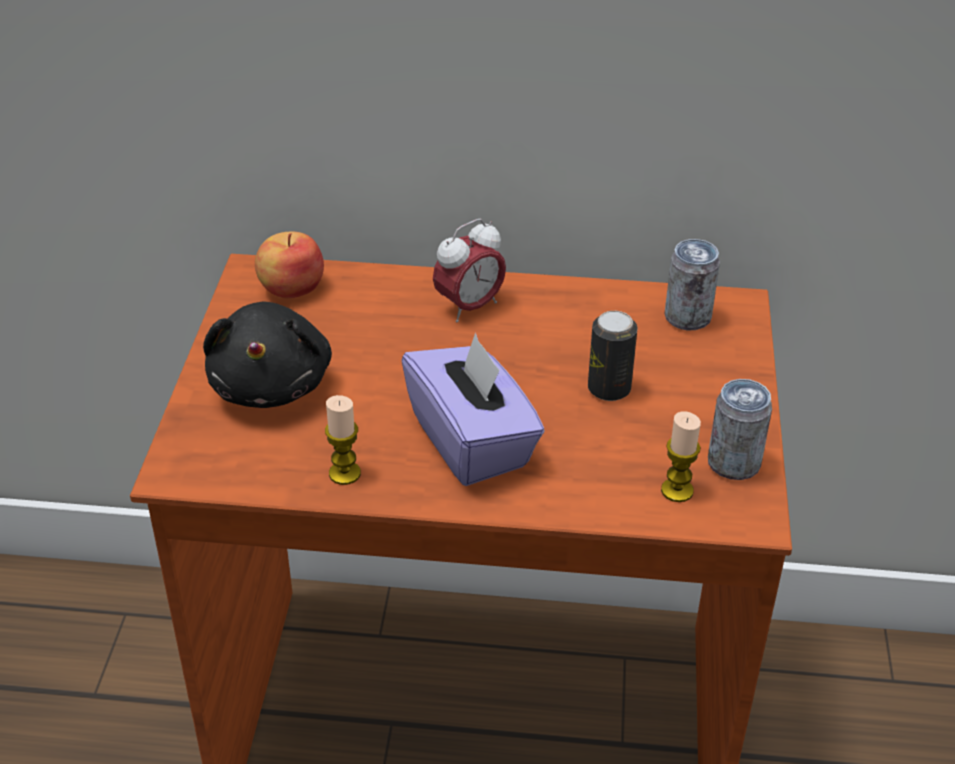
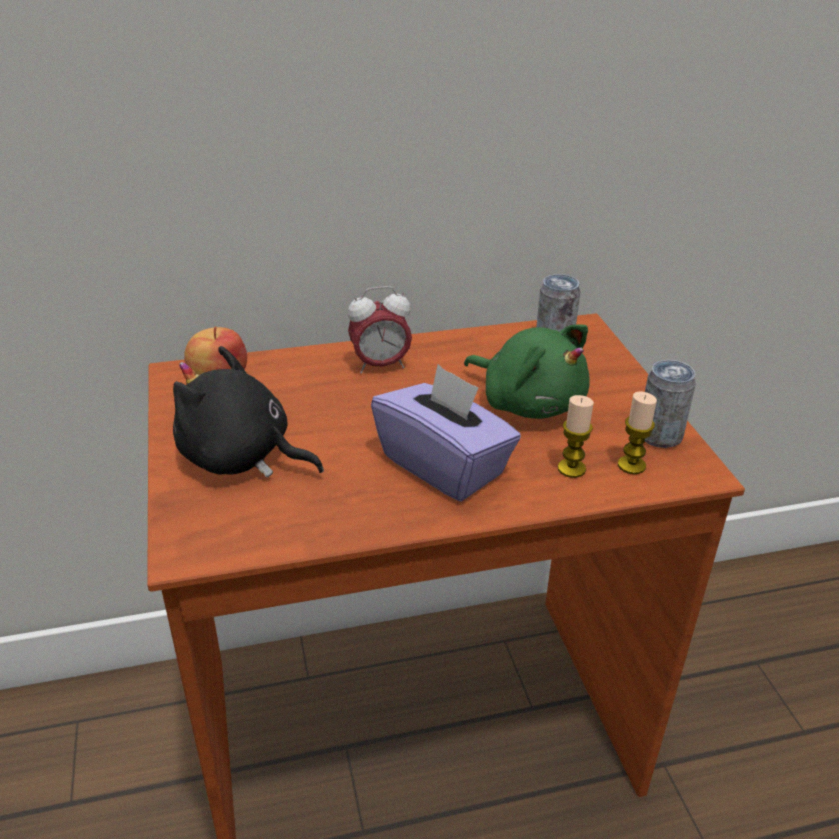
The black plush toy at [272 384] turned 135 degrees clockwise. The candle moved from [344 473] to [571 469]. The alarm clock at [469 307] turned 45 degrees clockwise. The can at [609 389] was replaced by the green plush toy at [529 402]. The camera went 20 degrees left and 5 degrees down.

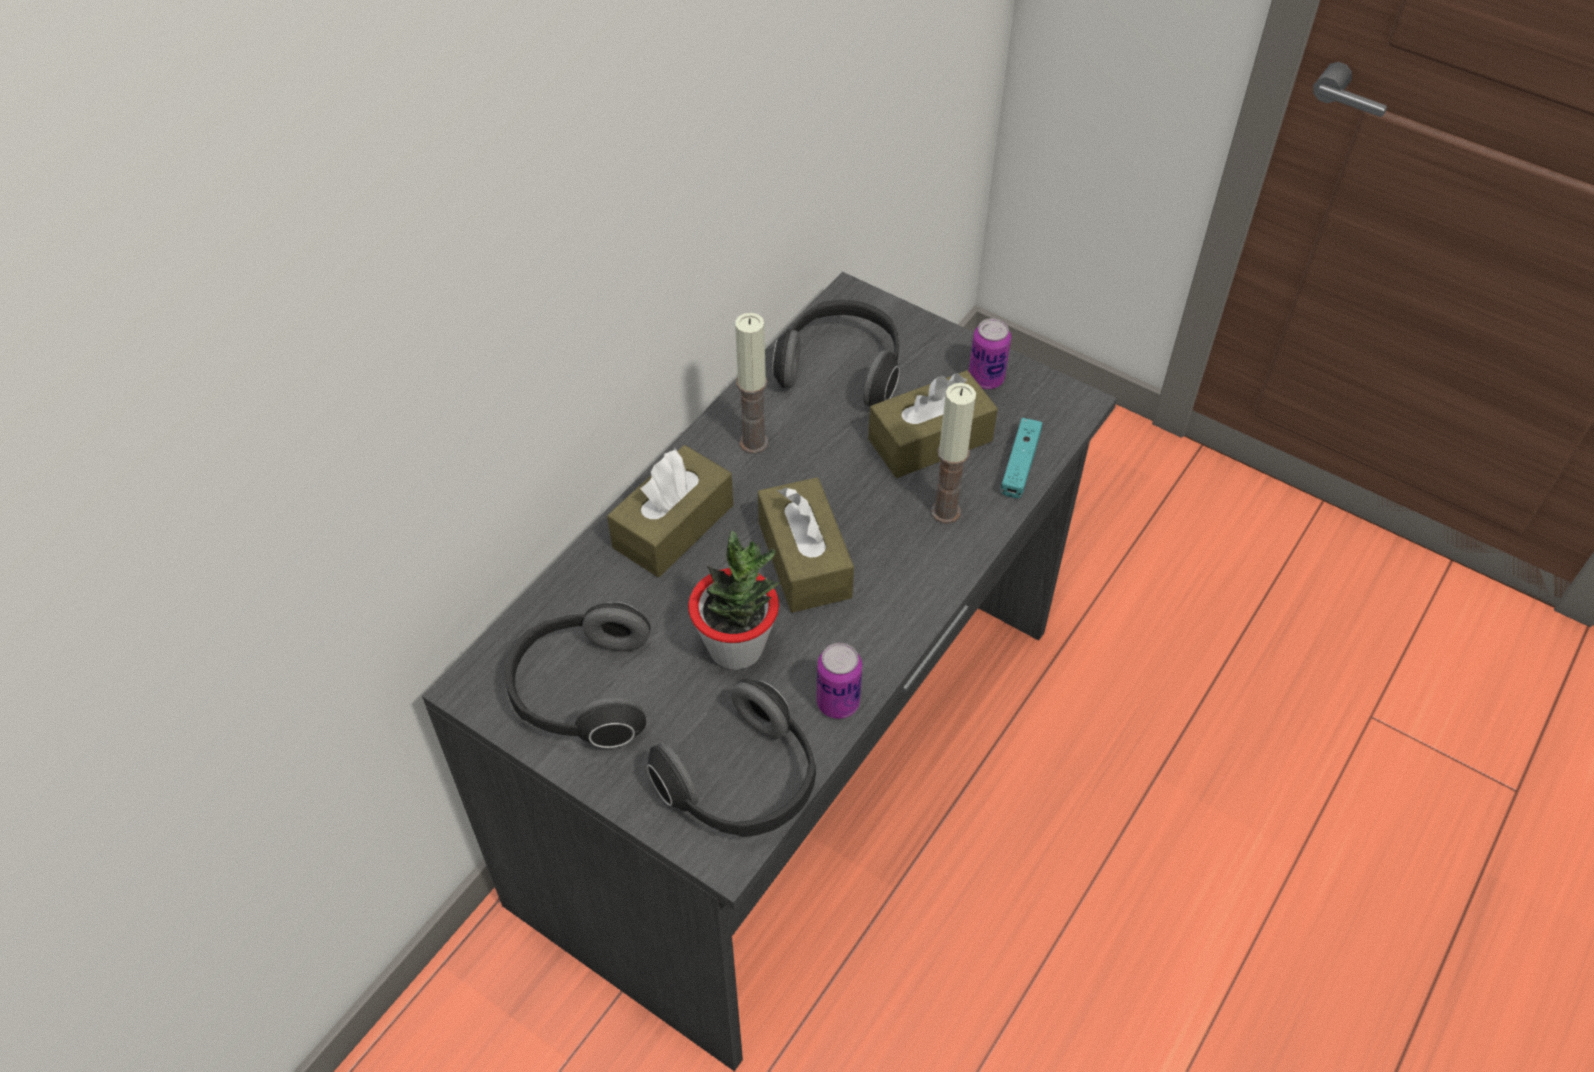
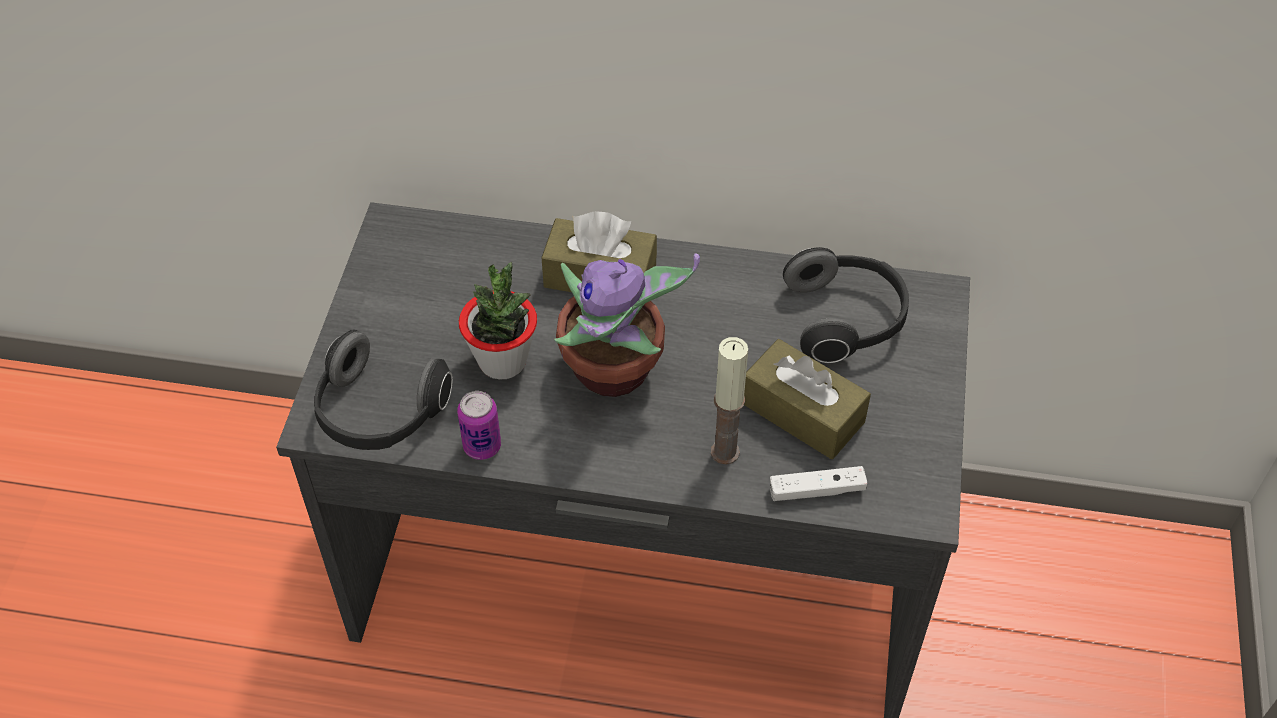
The headphones at [581 692] disappeared. The candle at [754 443] disappeared. The brown tissue box at [804 559] was replaced by the potted plant at [614 372]. The can at [986 379] disappeared. The turquoise game controller at [1020 464] became the white game controller at [816 490]. The camera went 65 degrees right and 0 degrees up.

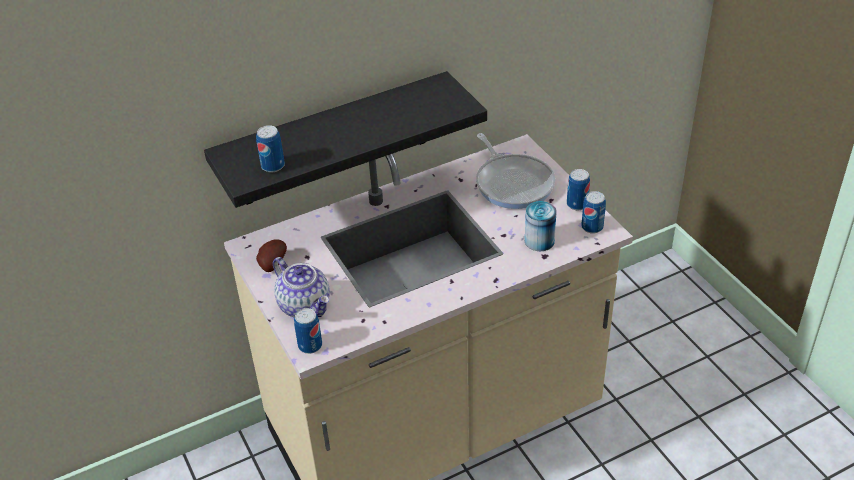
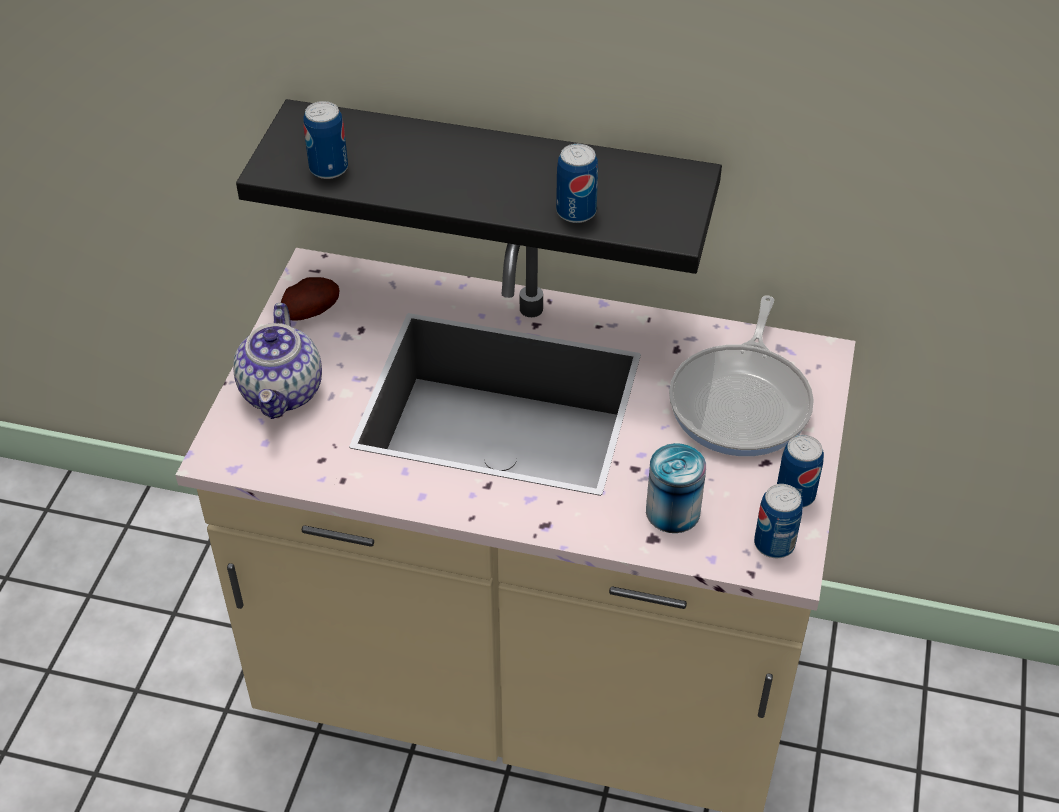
The can moved from [310 346] to [576 212]. The camera went 40 degrees right and 5 degrees up.

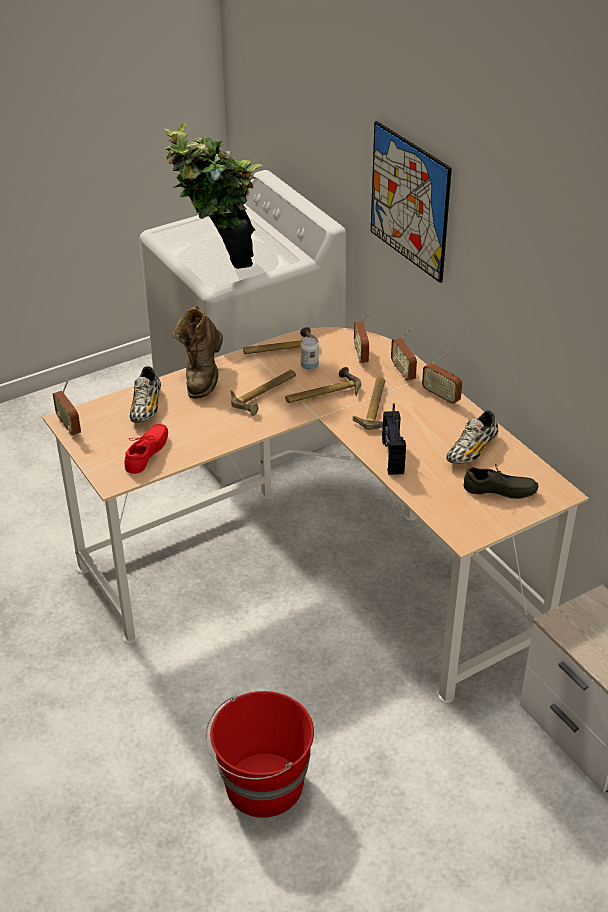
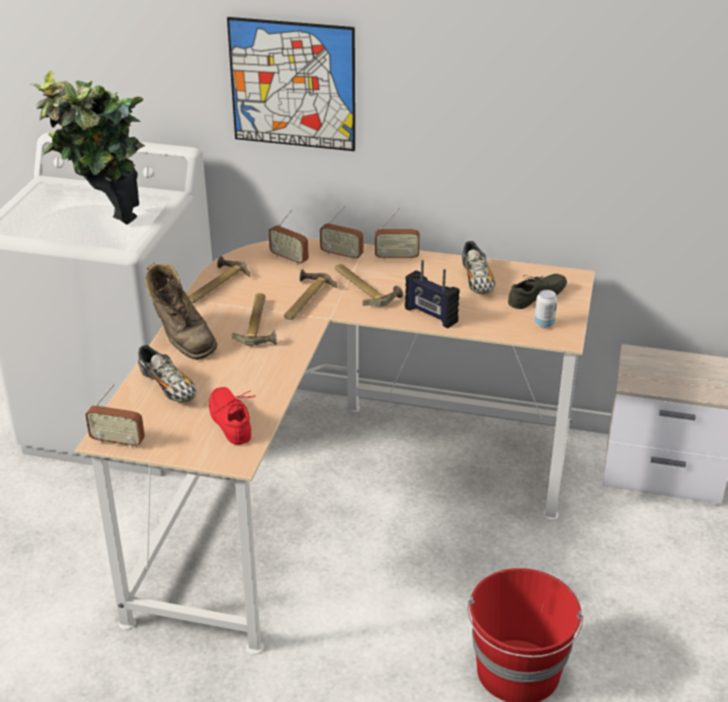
The can moved from [309 366] to [544 324]. The camera went 45 degrees left and 5 degrees down.

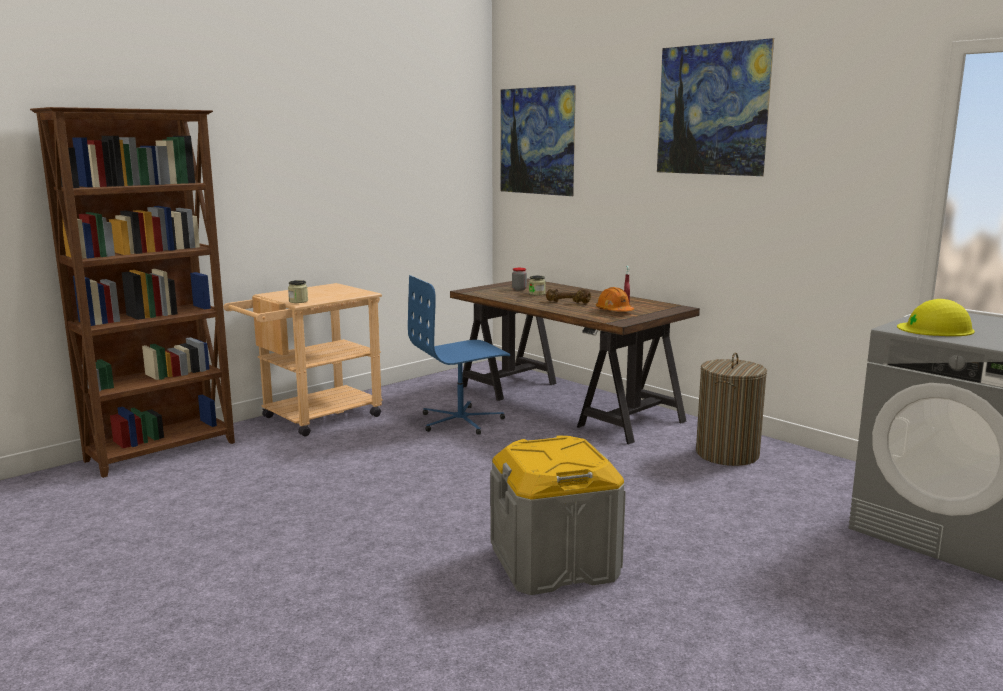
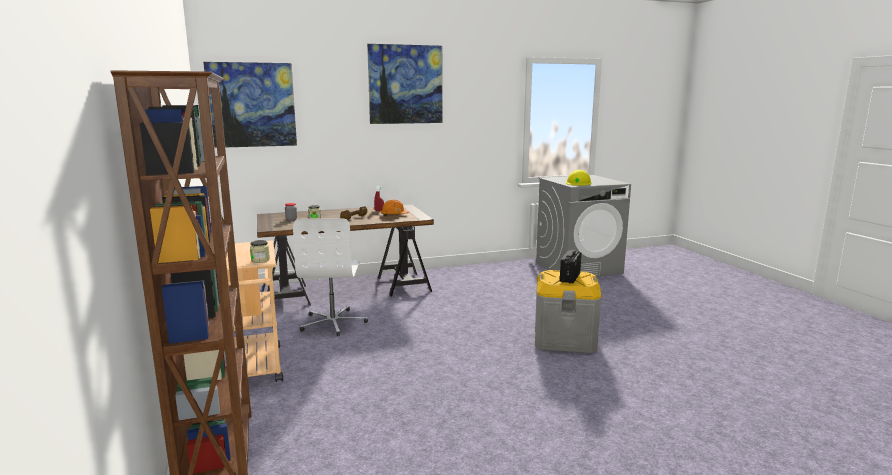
The blue office chair at [461 421] became the white office chair at [333 322]. The laundry basket at [727 454] disappeared. The radio at [569 278] appeared. The camera went 65 degrees left and 0 degrees up.

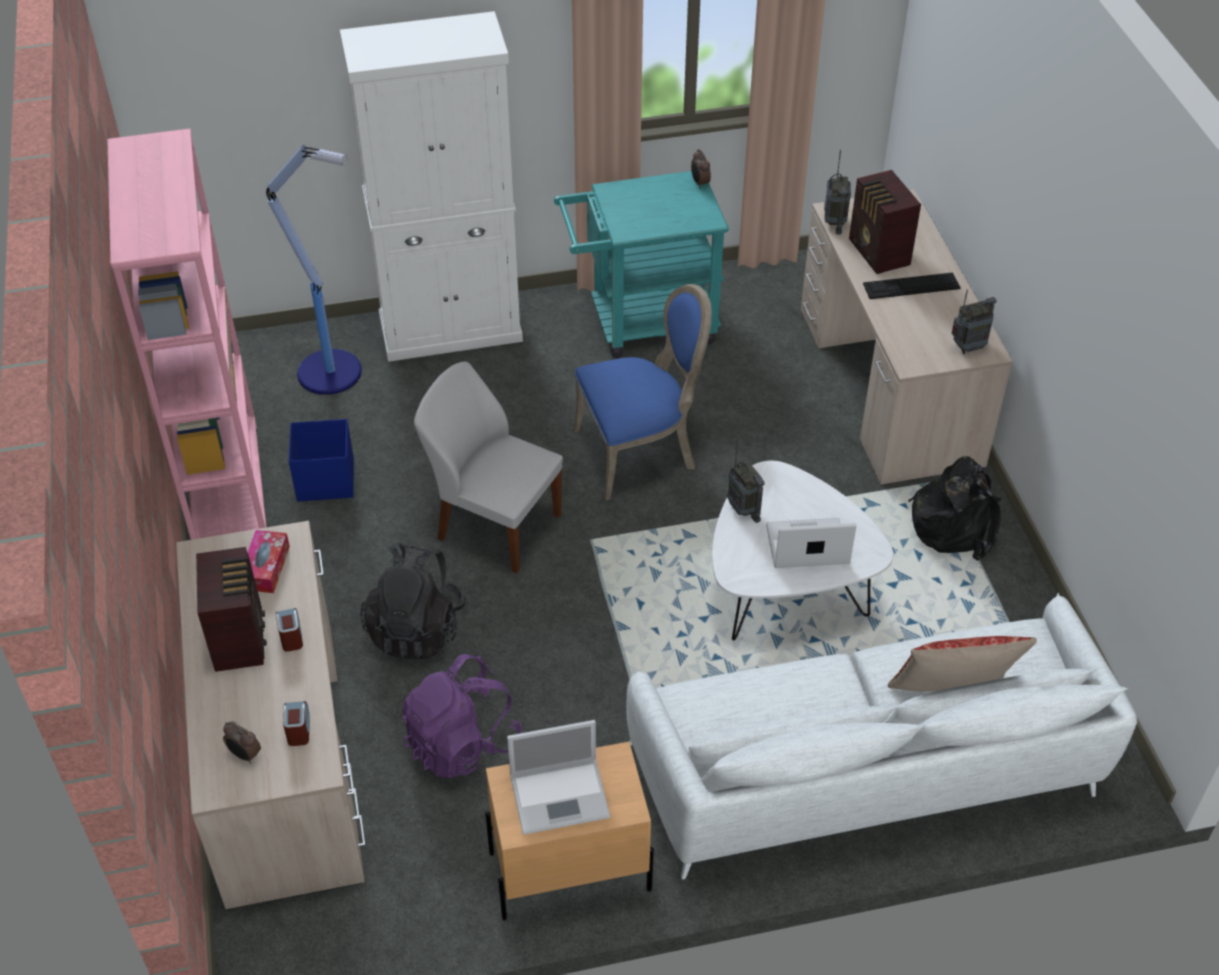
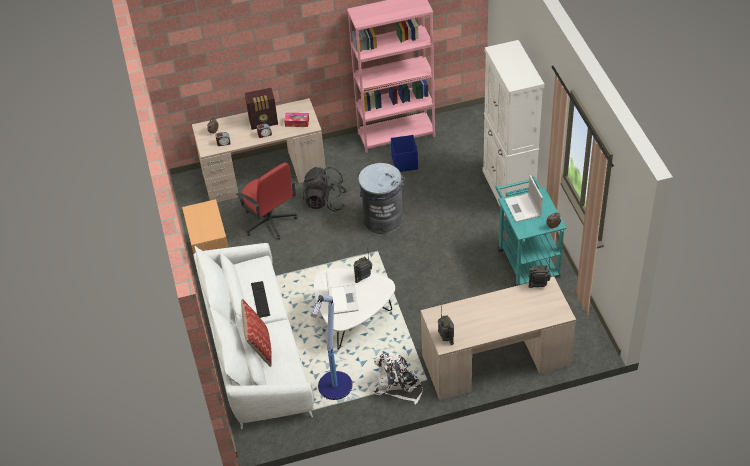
The floor lamp moved from [332 372] to [335 386]. The purple backpack at [462 743] was replaced by the red office chair at [269 222]. The white chair at [496 525] was replaced by the grey trash can at [383 219]. The laptop moved from [561 795] to [523 208]. The blue chair at [640 451] disappeared. The radio at [878 253] disappeared. The keyboard moved from [911 286] to [260 299]. The black backpack at [955 524] became the white backpack at [398 385]. The camera went 90 degrees right and 0 degrees up.

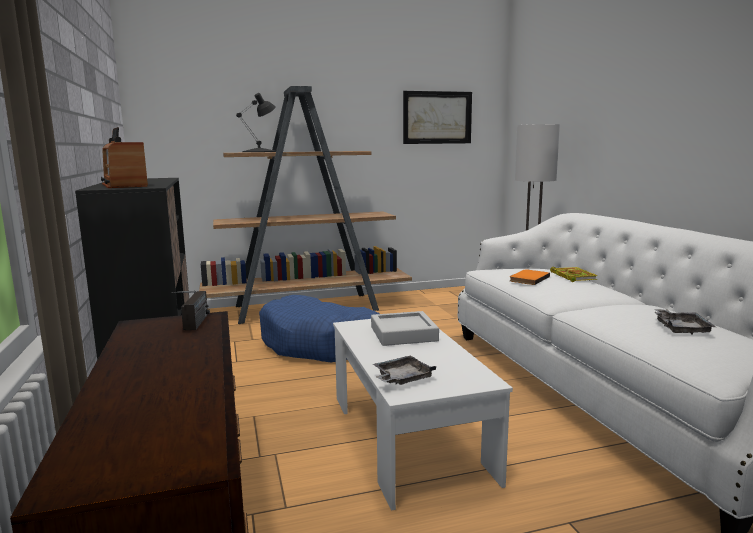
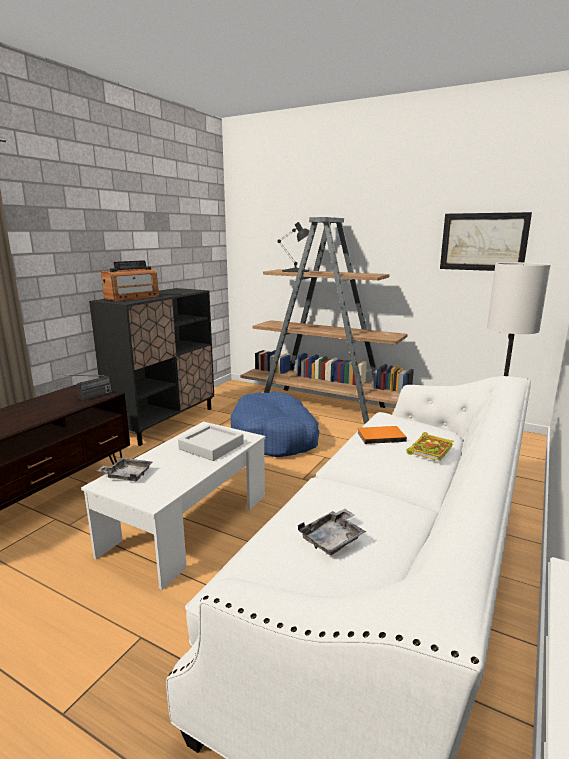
The radio at [124 185] turned 150 degrees counterclockwise. The camera went 45 degrees right and 5 degrees up.

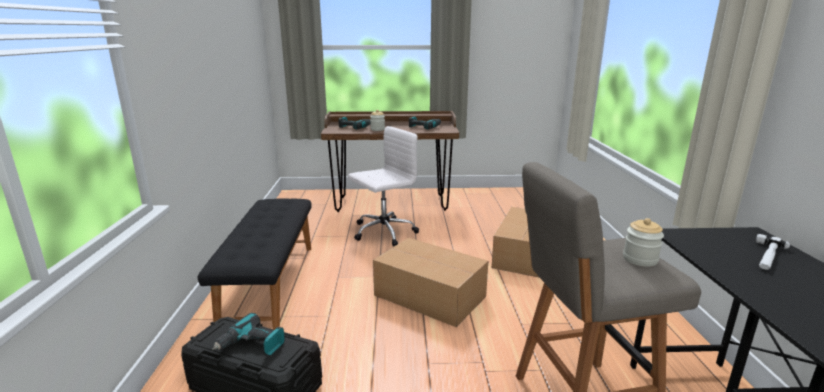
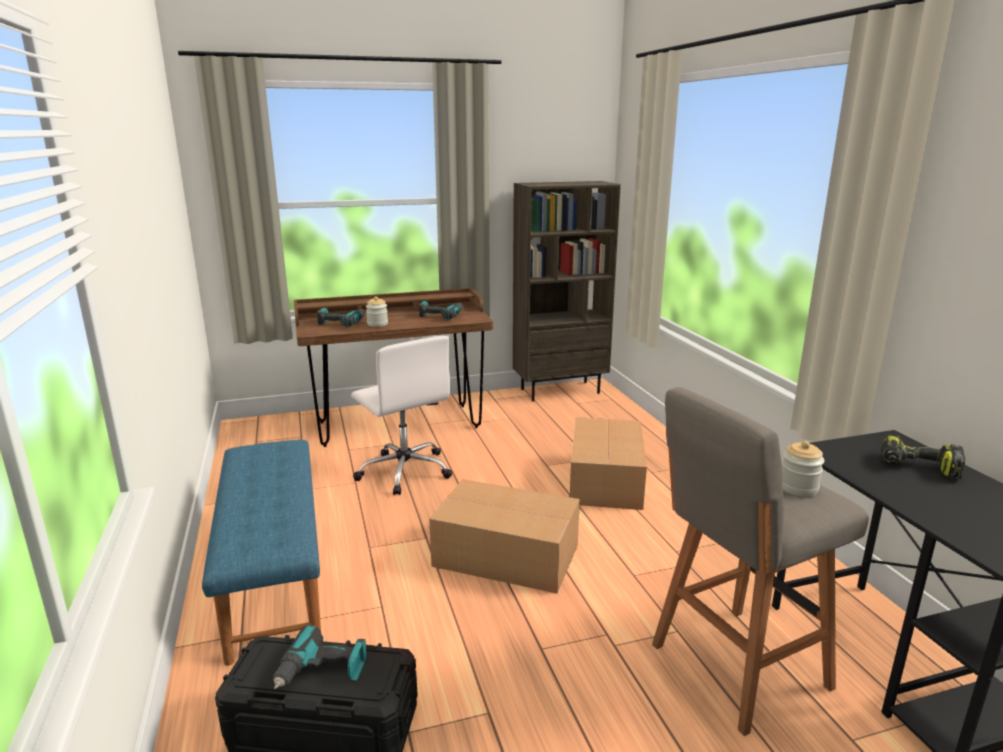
The black bench at [269 284] became the blue bench at [273 574]. The white office chair at [383 232] turned 105 degrees clockwise. The hammer at [767 256] was replaced by the power drill at [917 467]. The brown bookcase at [560 390] appeared. The camera went 15 degrees left and 0 degrees up.

